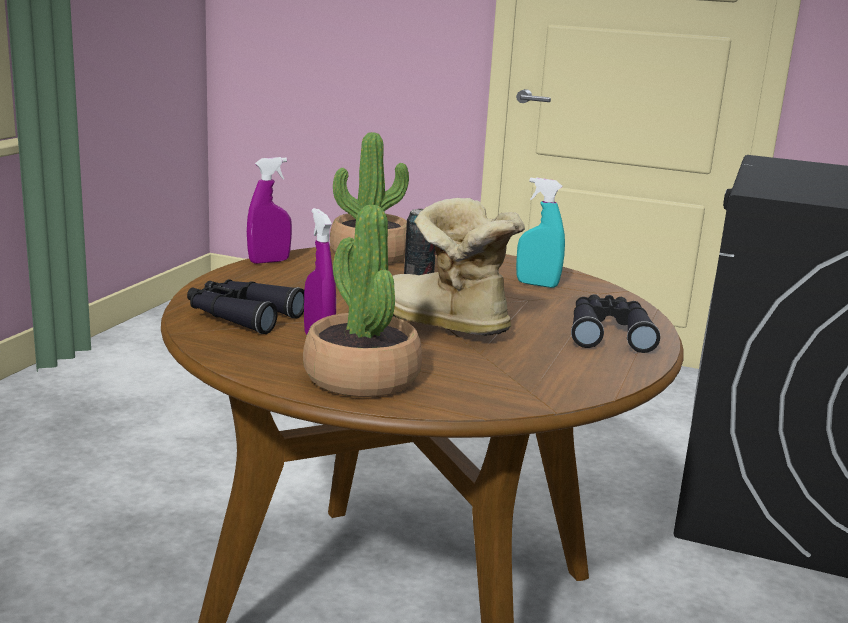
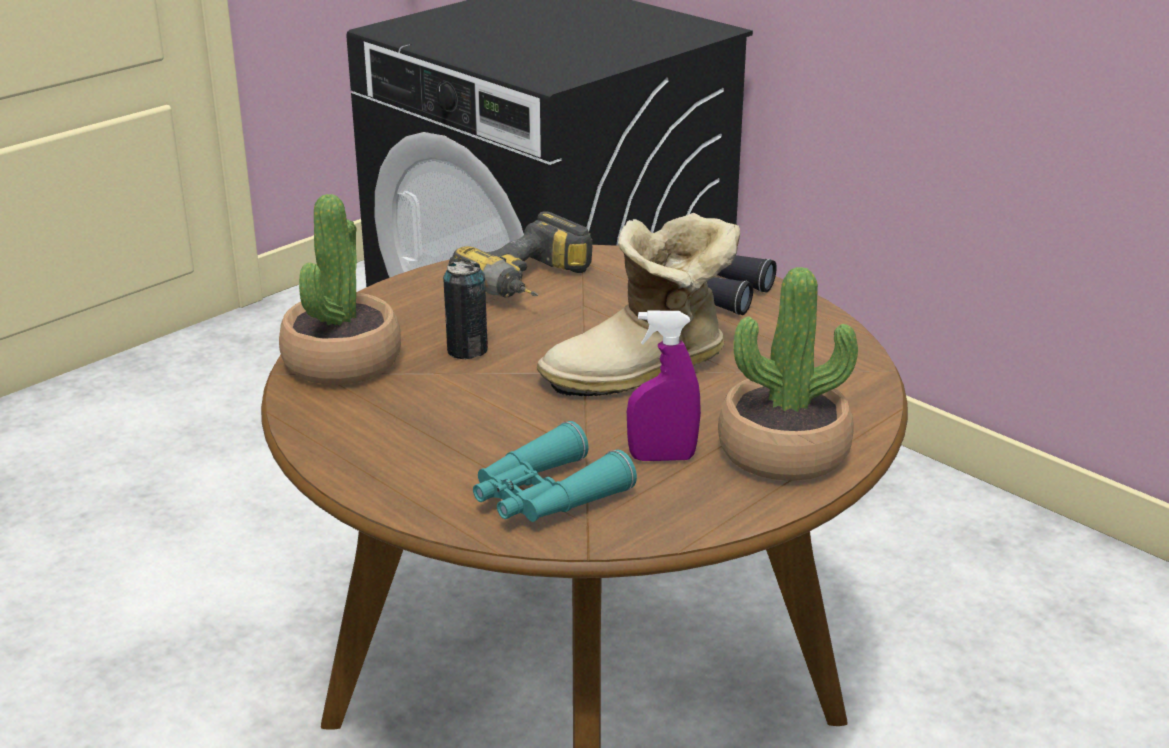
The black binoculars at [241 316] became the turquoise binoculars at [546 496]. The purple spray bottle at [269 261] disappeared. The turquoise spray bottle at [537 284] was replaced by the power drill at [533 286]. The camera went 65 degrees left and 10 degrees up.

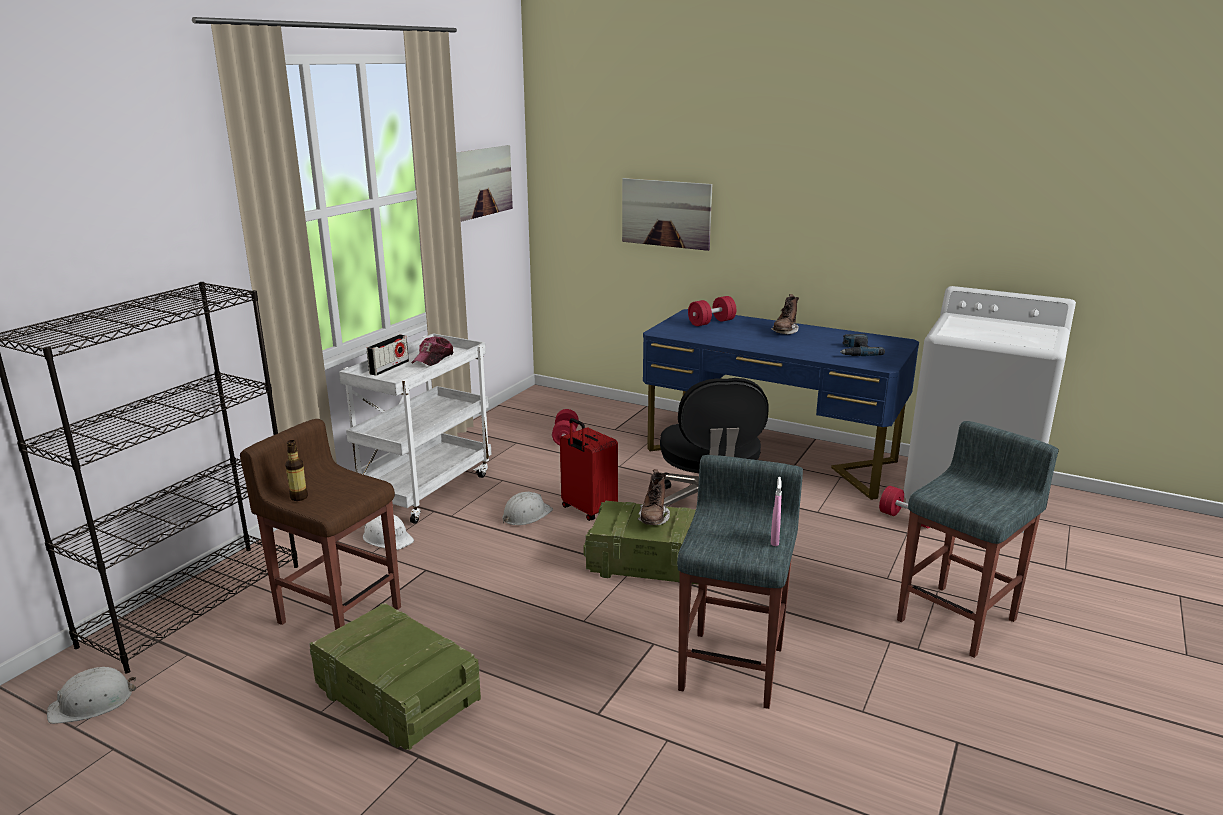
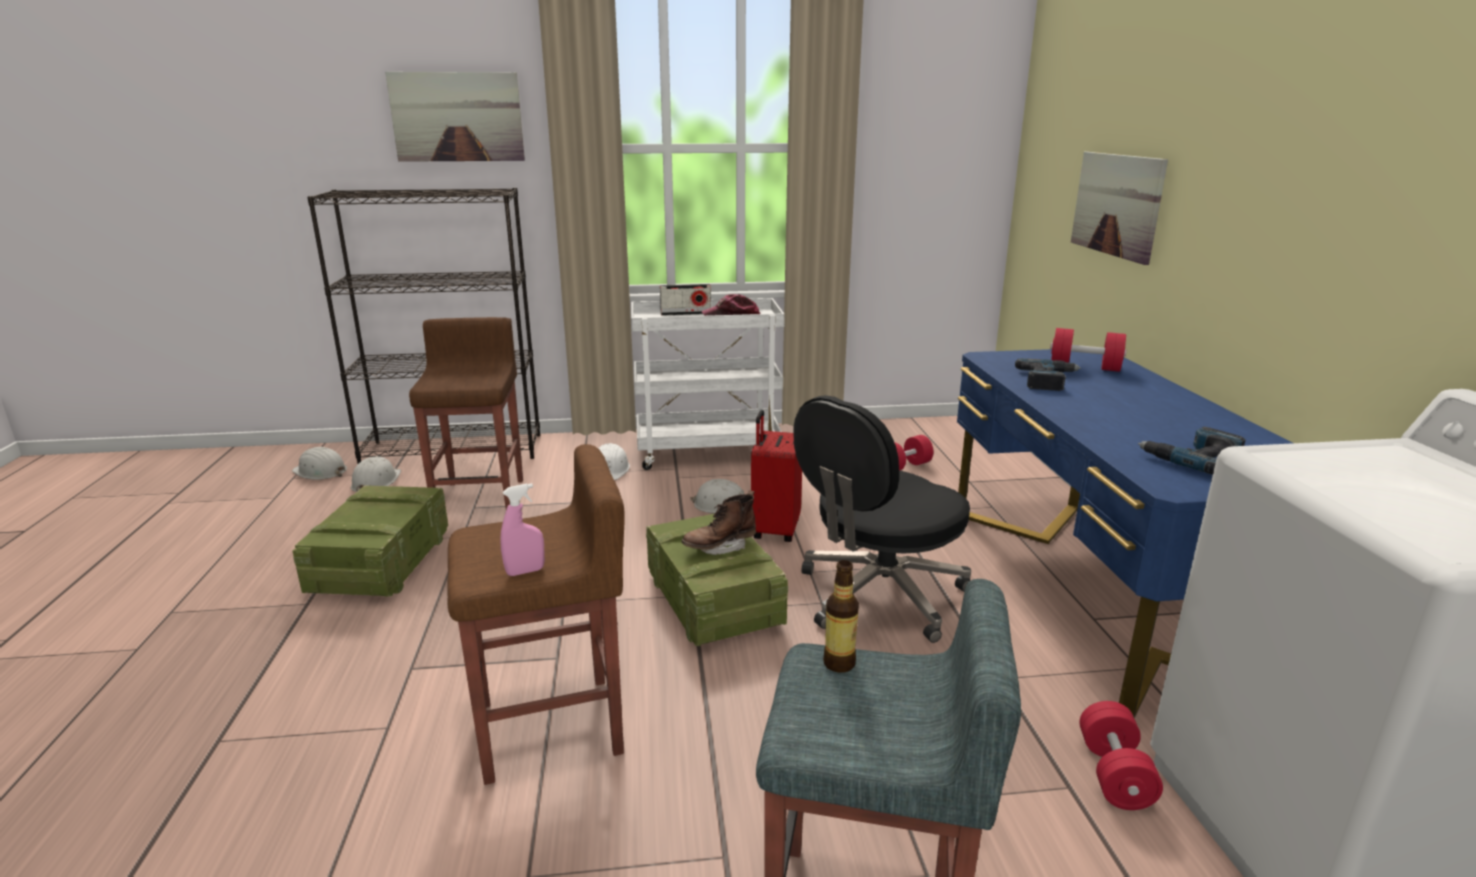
The bottle moved from [299 497] to [839 663]. The picture moved from [481 182] to [457 117]. The grey stool at [732 667] became the brown stool at [552 728]. The brown boot at [784 332] disappeared. The white hard hat at [375 482] appeared. The power drill at [1048 380] appeared. The camera went 55 degrees right and 0 degrees up.

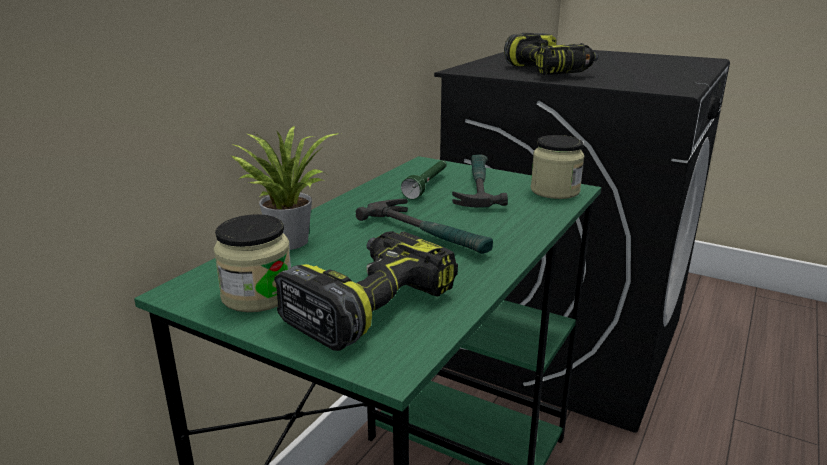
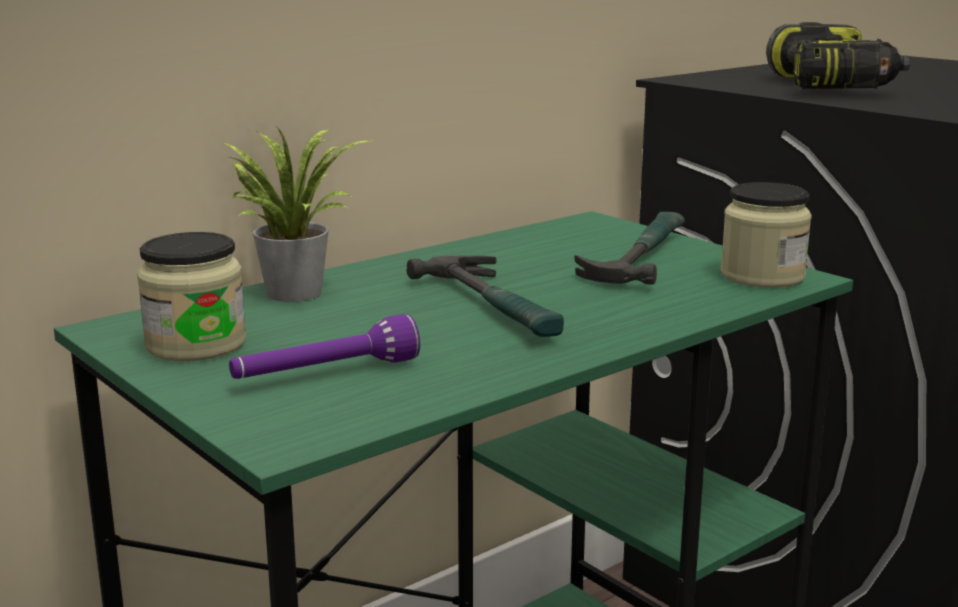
The power drill at [369 304] was replaced by the purple flashlight at [325 374]. The green flashlight at [427 186] disappeared. The camera went 20 degrees right and 5 degrees down.

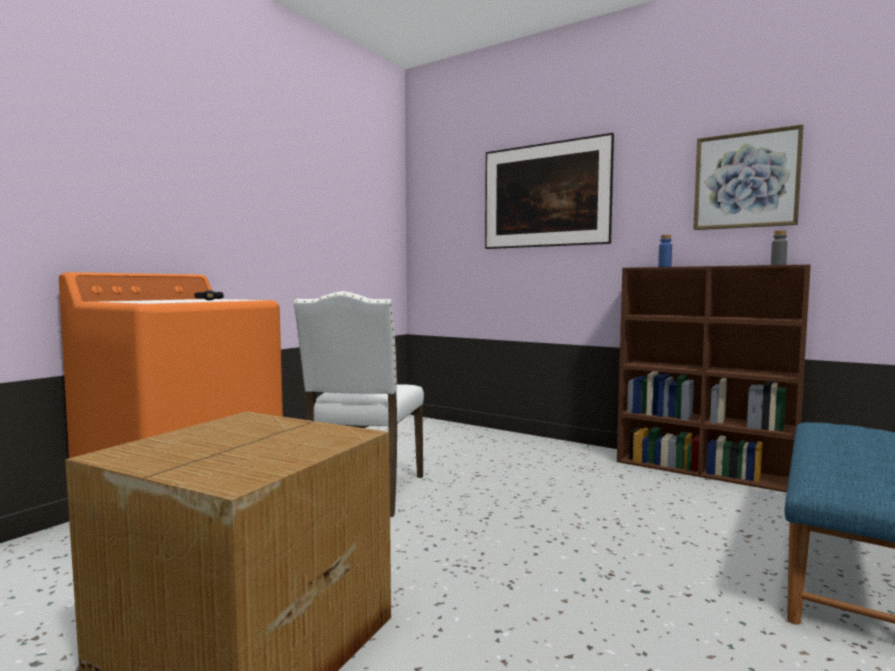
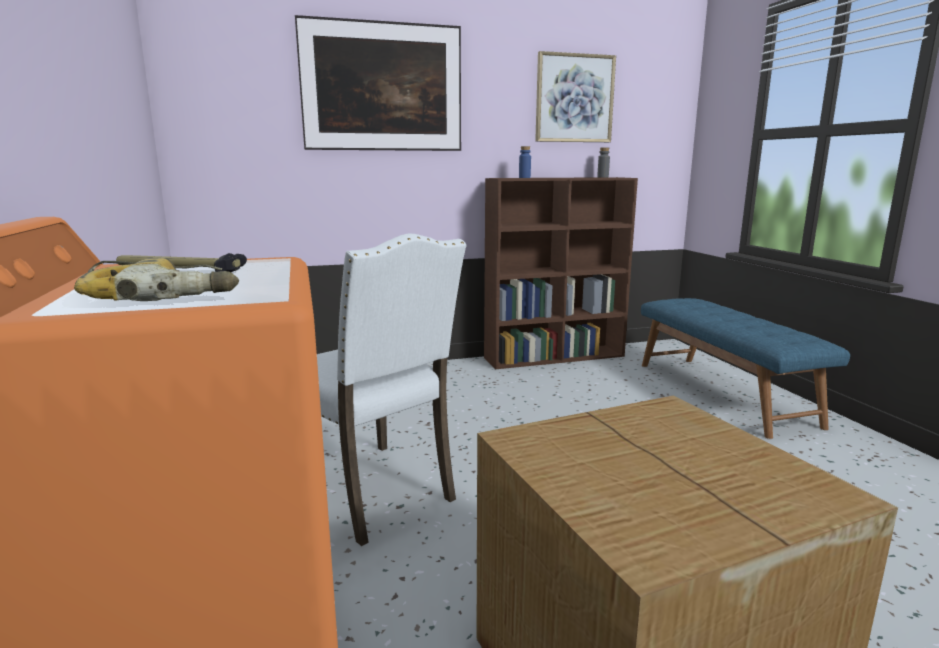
The power drill at [162 295] appeared. The camera went 50 degrees left and 10 degrees up.

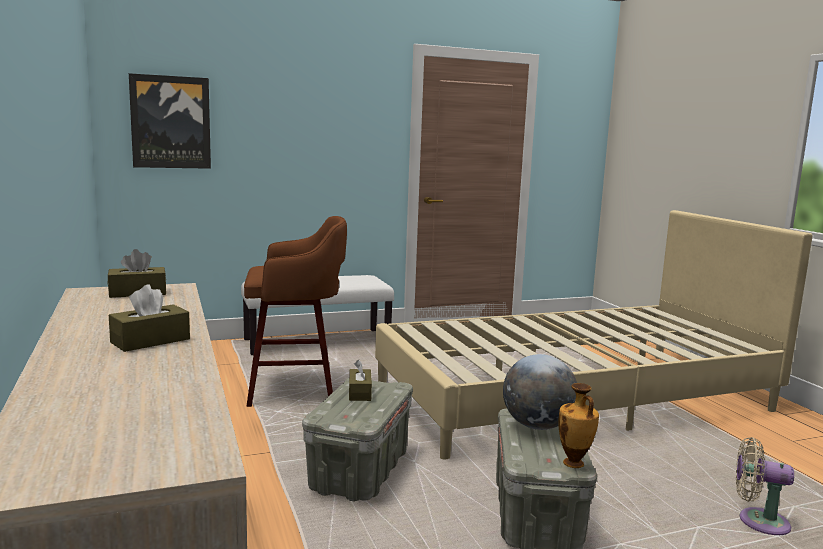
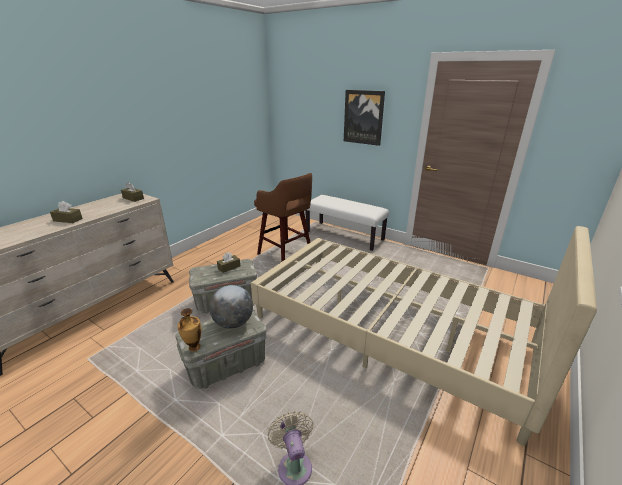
The picture moved from [171 122] to [363 117]. The camera went 55 degrees right and 15 degrees up.

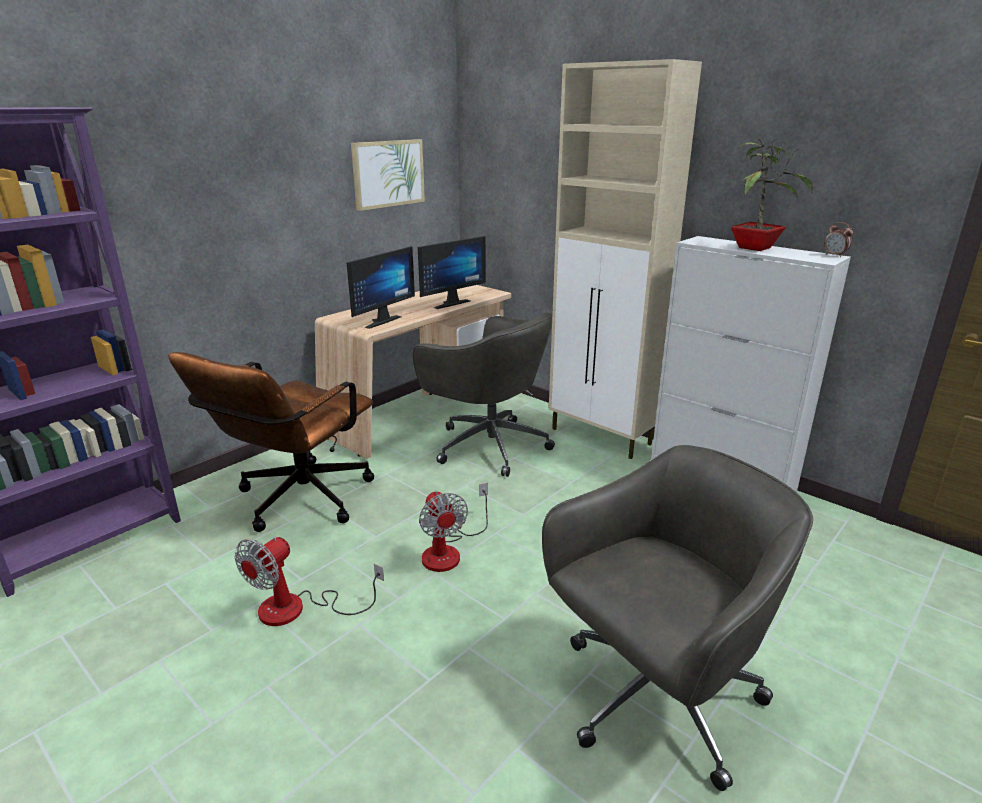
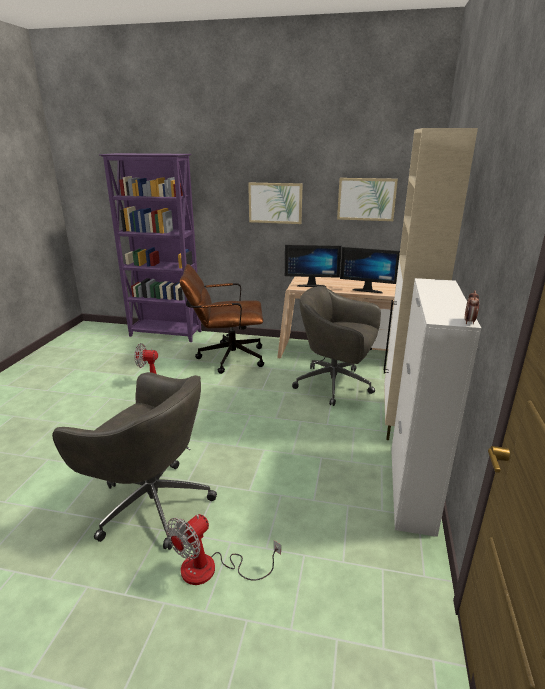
The grey office chair at [488 445] turned 105 degrees clockwise. The fan moved from [449 551] to [211 570]. The potted plant at [755 247] disappeared. The picture at [275 203] appeared. The camera went 60 degrees right and 0 degrees up.

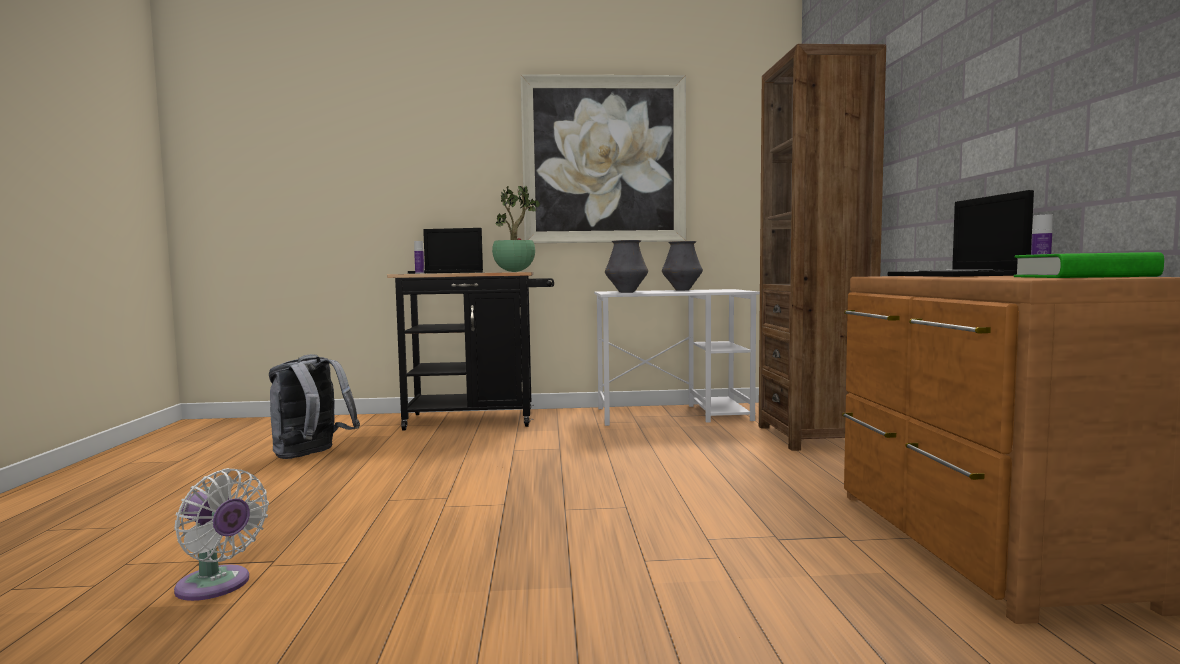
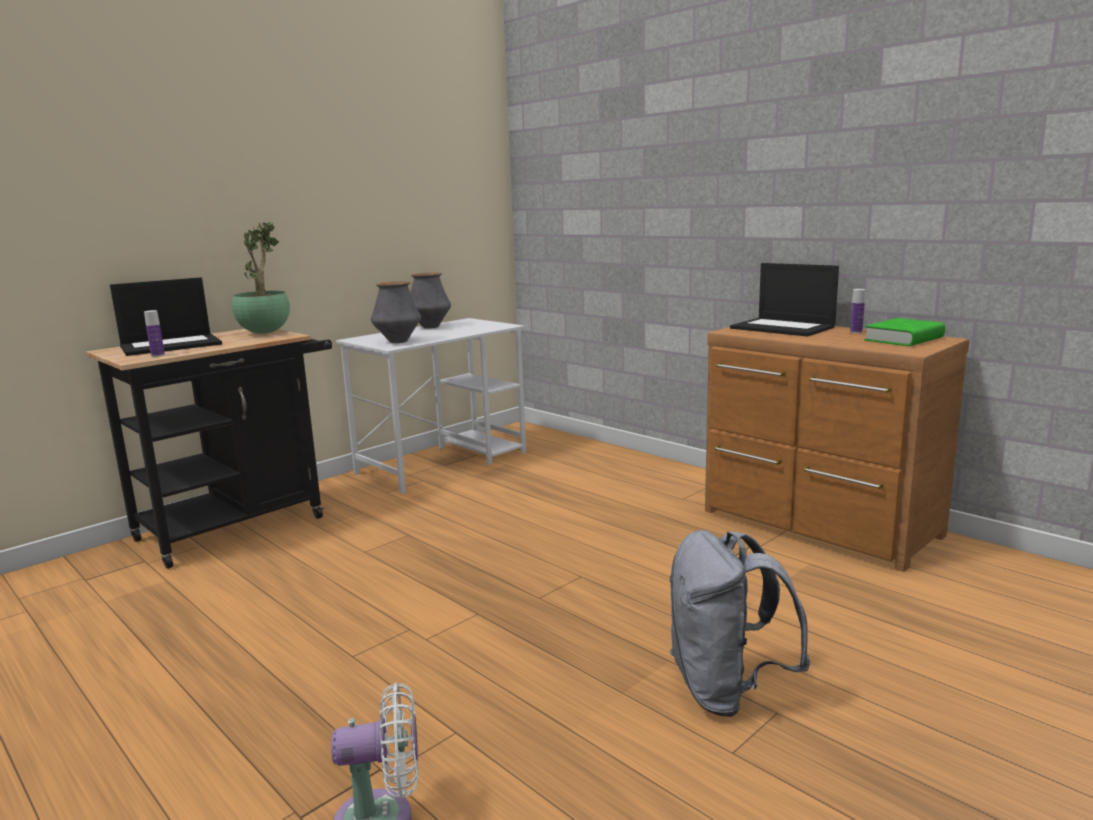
The grey backpack moved from [311 455] to [726 690]. The picture at [604 160] disappeared. The brown bookcase at [813 436] disappeared. The camera went 40 degrees left and 10 degrees up.

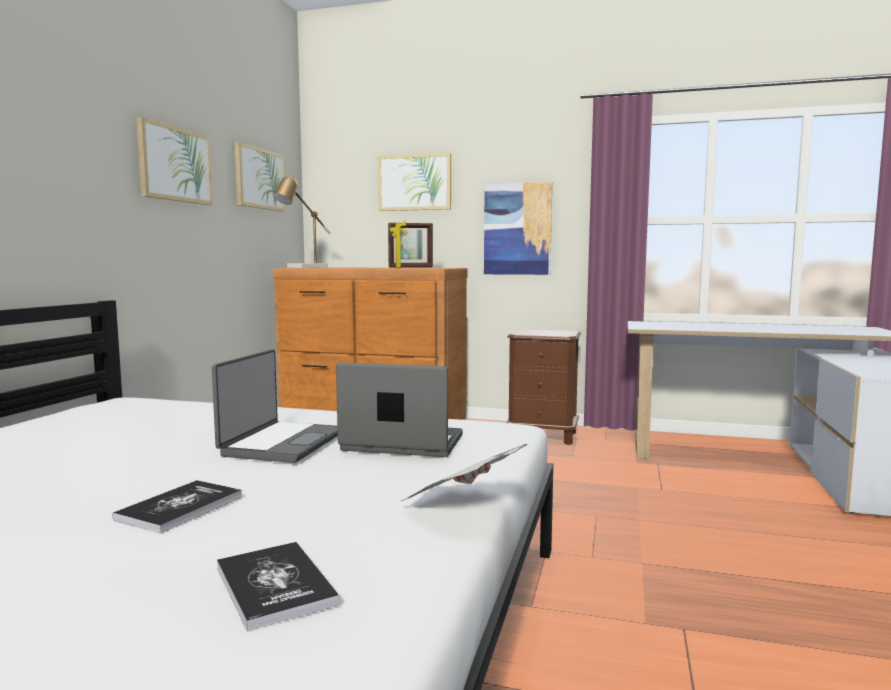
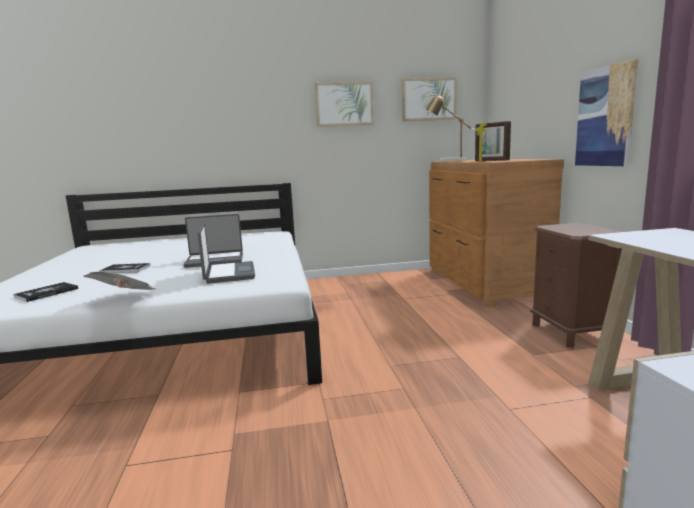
The picture at [414 182] disappeared. The camera went 65 degrees right and 5 degrees up.

